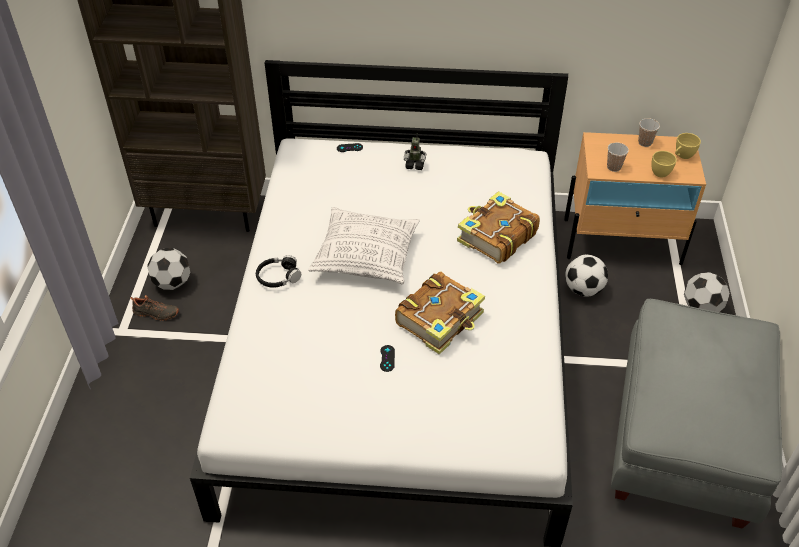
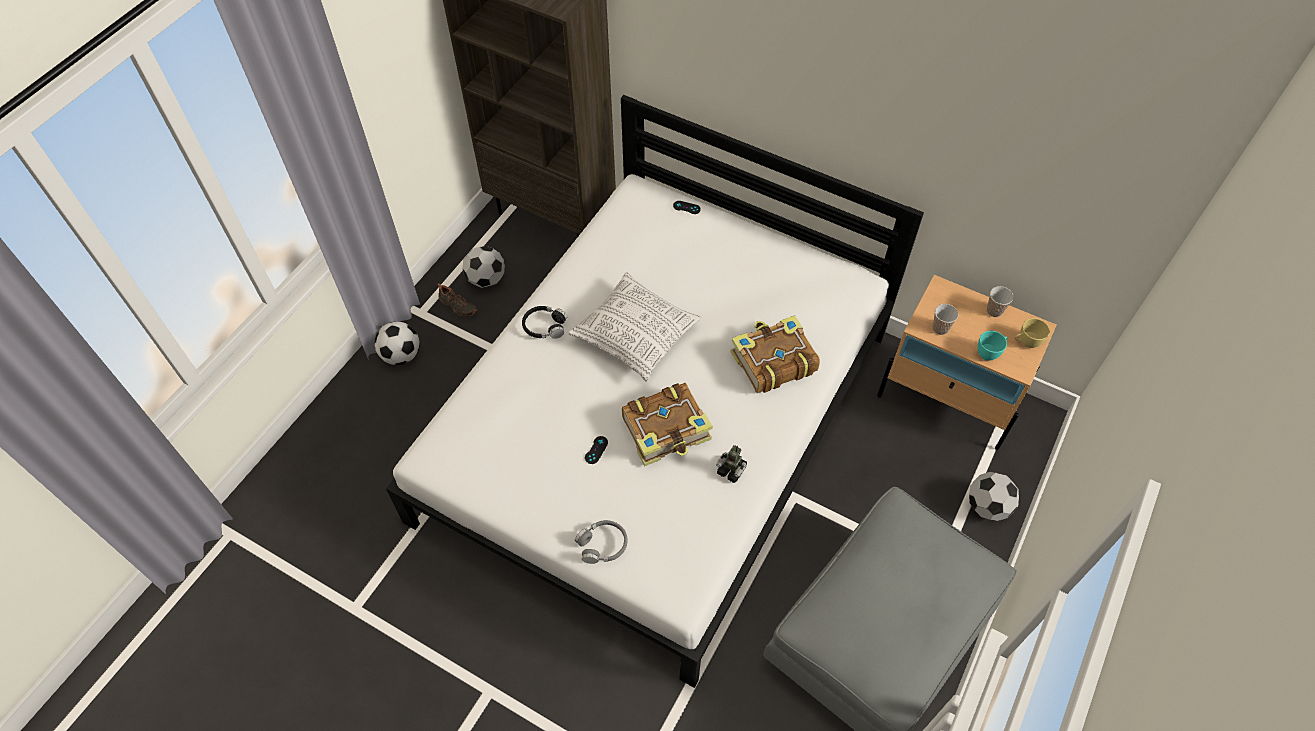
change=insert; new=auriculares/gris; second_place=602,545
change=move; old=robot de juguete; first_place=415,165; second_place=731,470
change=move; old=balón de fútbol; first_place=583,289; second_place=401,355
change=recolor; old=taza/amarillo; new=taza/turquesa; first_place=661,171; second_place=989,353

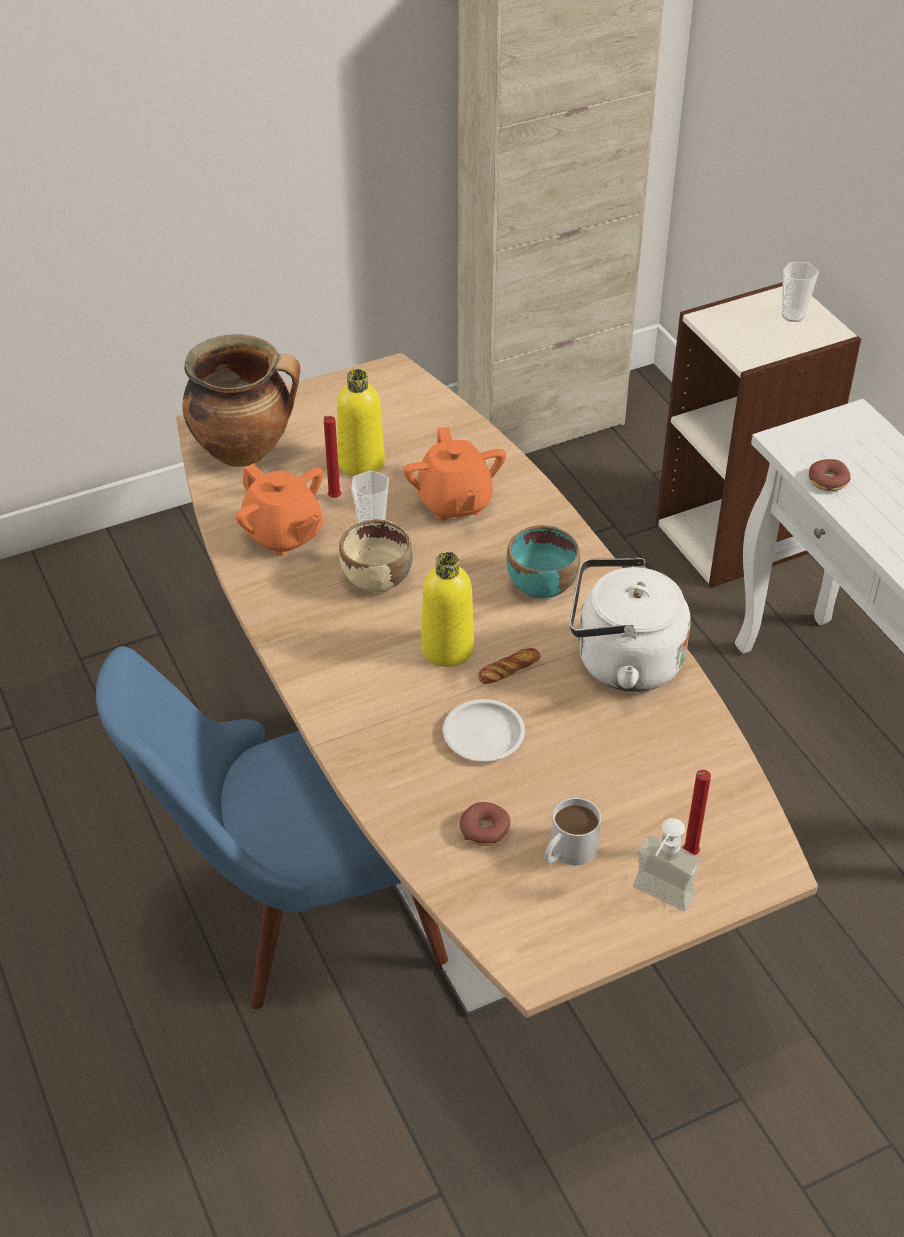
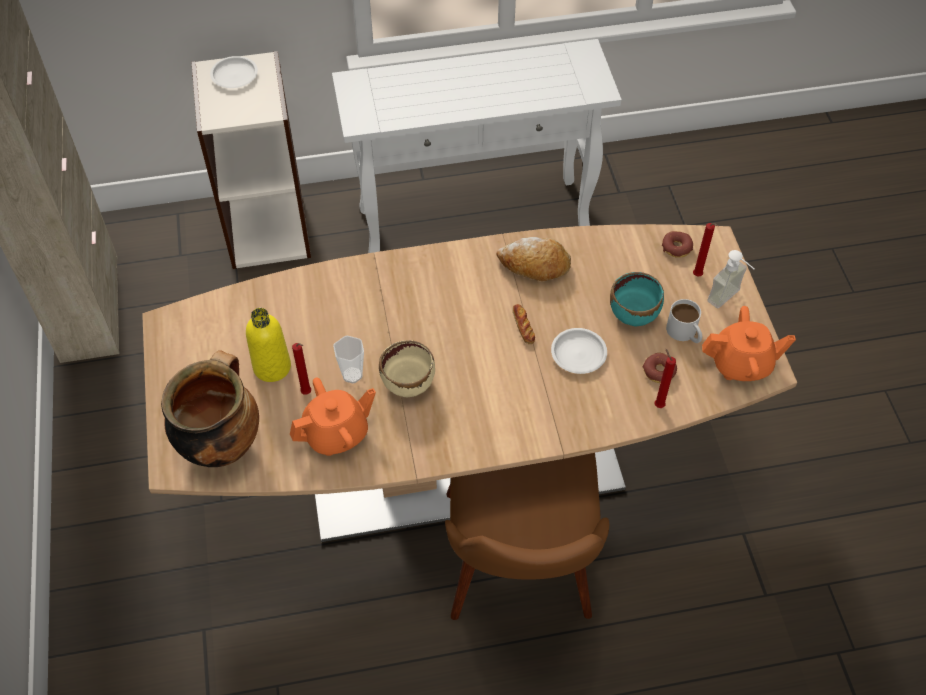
change=delete; old=botella/amarillo; first_place=447,649
change=insert; new=vela/rojo; second_place=658,404
change=move; old=tetera/naranja; first_place=454,503; second_place=741,364
change=move; old=cuenco/turquesa; first_place=541,585; second_place=634,314
change=move; old=rosquilla; first_place=828,481; second_place=676,248
change=replace; old=hervidor/blanco; new=pan; first_place=621,662; second_place=534,265
change=replace; old=taza; new=plato/blanco; first_place=793,316; second_place=234,75
change=recolor; old=silla/azul; new=silla/marrón; first_place=295,915; second_place=520,576

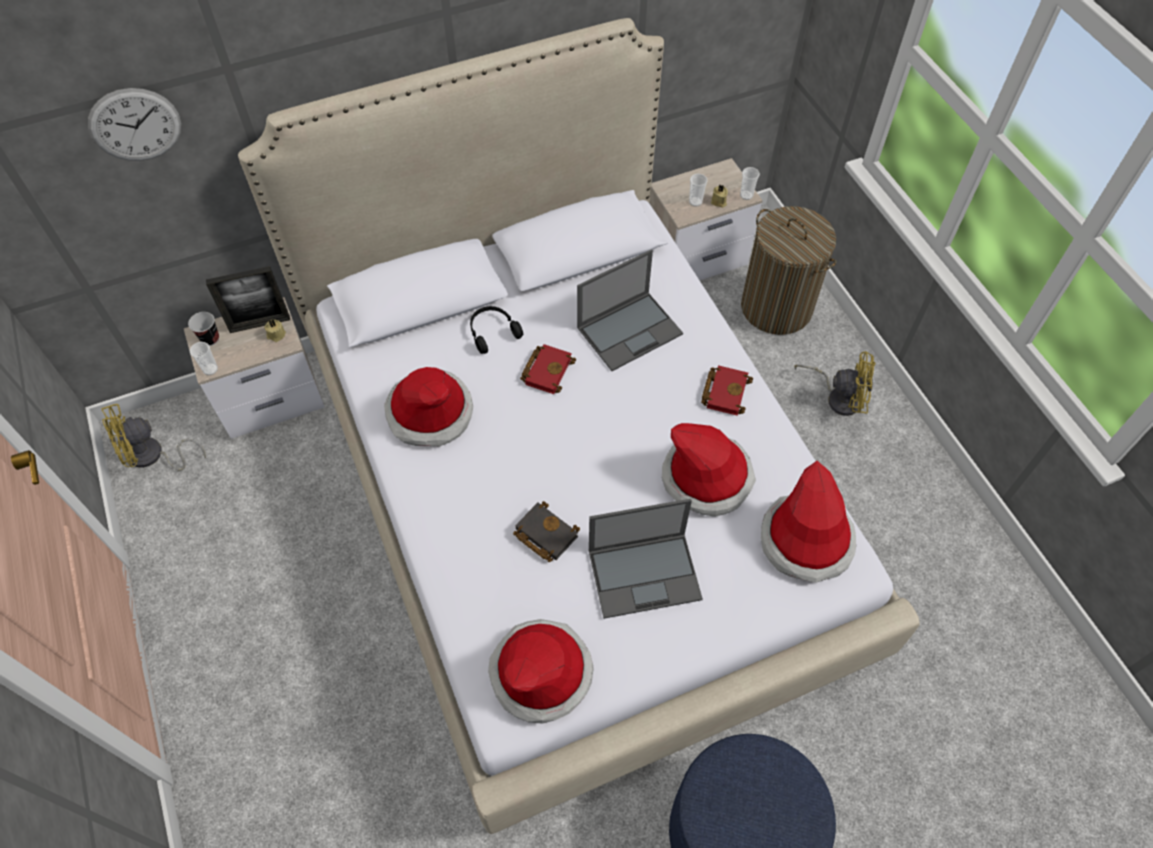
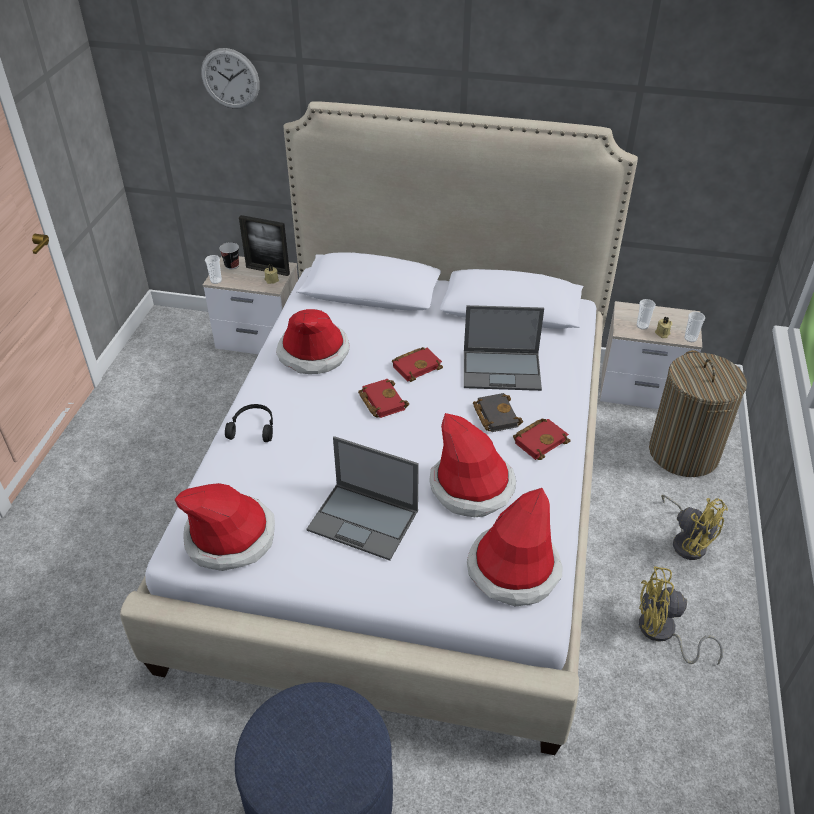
change=insert; new=libro/rojo; second_place=381,401
change=move; old=ventilador/amarillo; first_place=152,457; second_place=662,633
change=move; old=auriculares/negro; first_place=492,332; second_place=253,428
change=move; old=libro/negro; first_place=544,534; second_place=494,415

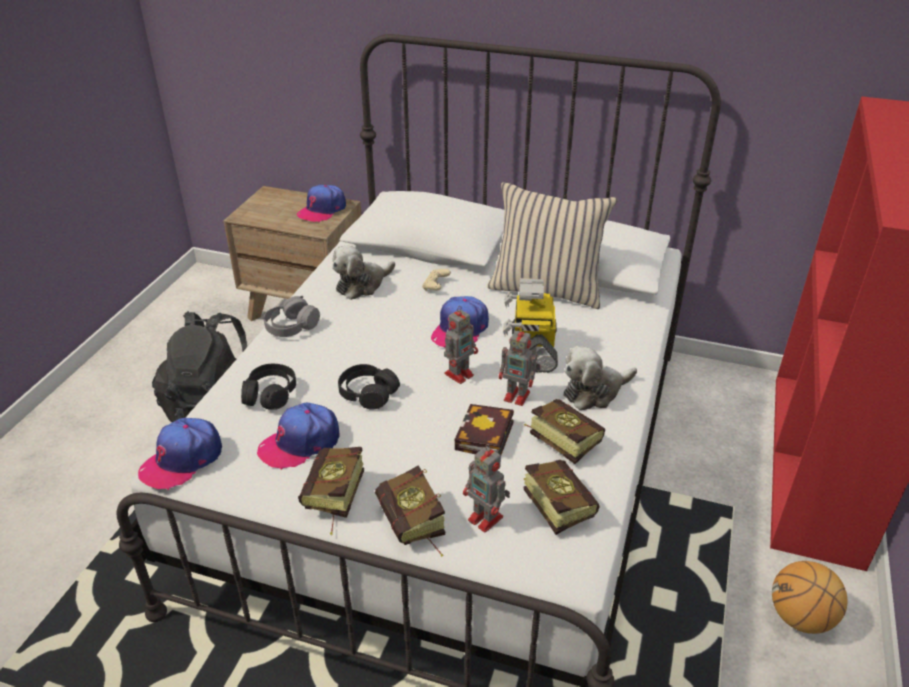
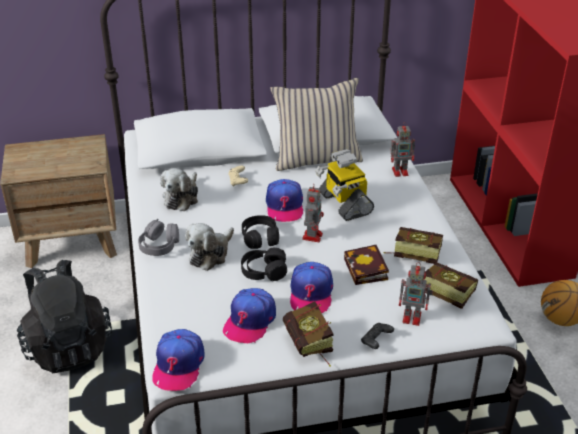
change=move; old=auriculares/negro; first_place=270,394; second_place=260,238
change=move; old=gorra; first_place=322,210; second_place=311,293
change=move; old=robot de juguete; first_place=518,396; second_place=401,171
change=move; old=peluche; first_place=594,391; second_place=210,254
change=replace; old=libro; new=mando de consola/negro; first_place=414,528; second_place=376,341

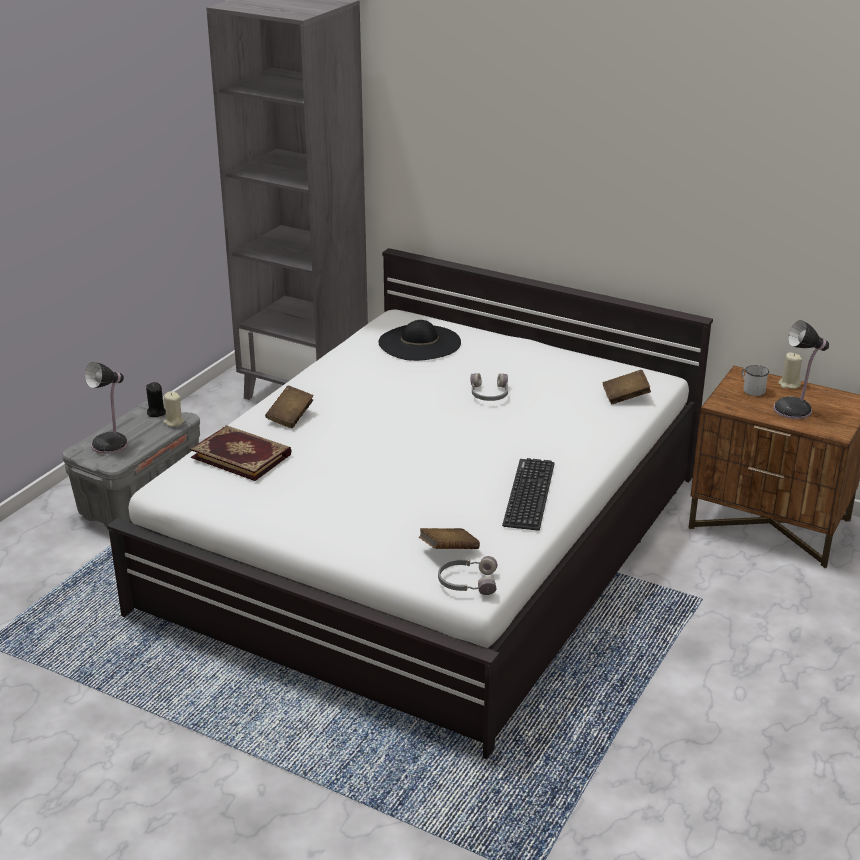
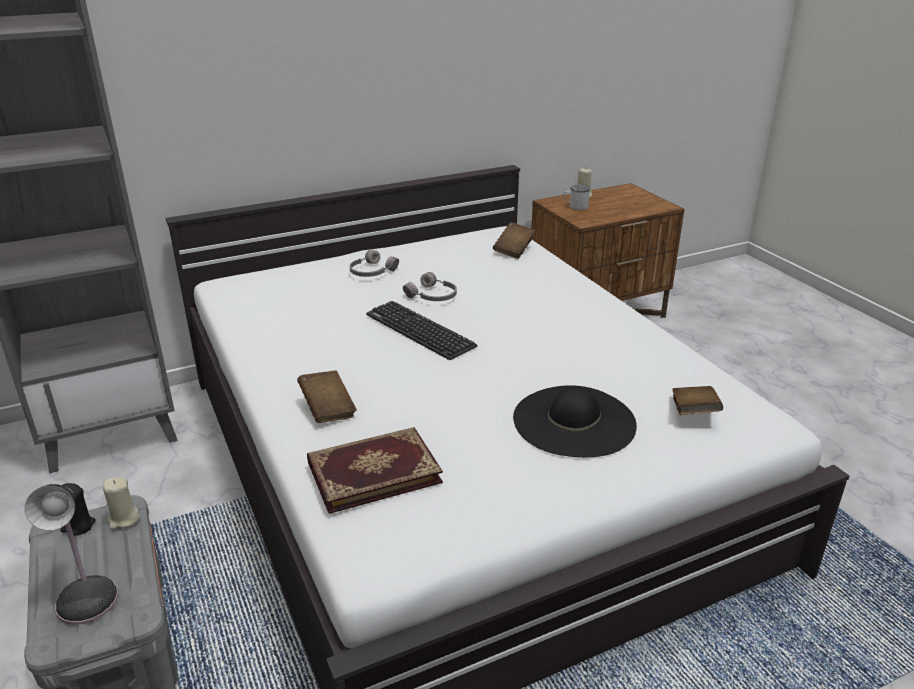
change=delete; old=lámpara de mesa; first_place=795,409
change=move; old=sombrero/negro; first_place=419,343; second_place=574,421
change=move; old=auriculares/gris; first_place=467,582; second_place=371,272
change=move; old=teclado; first_place=529,494; second_place=419,331

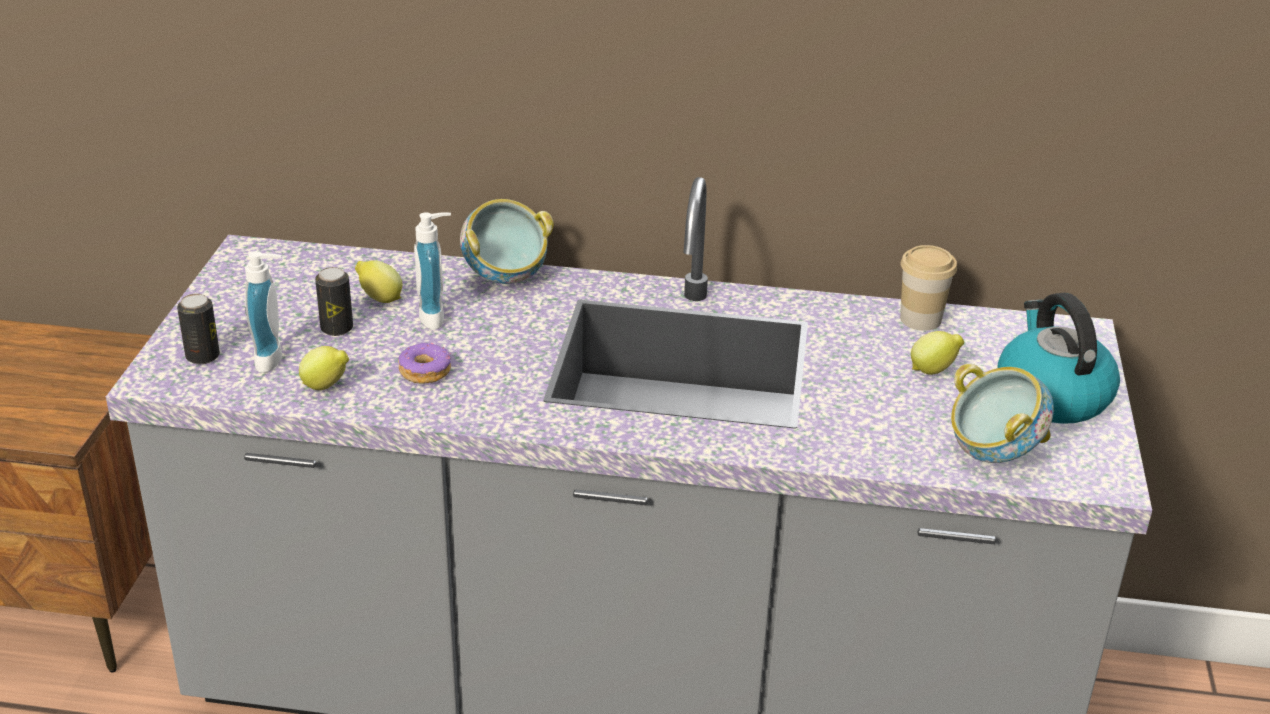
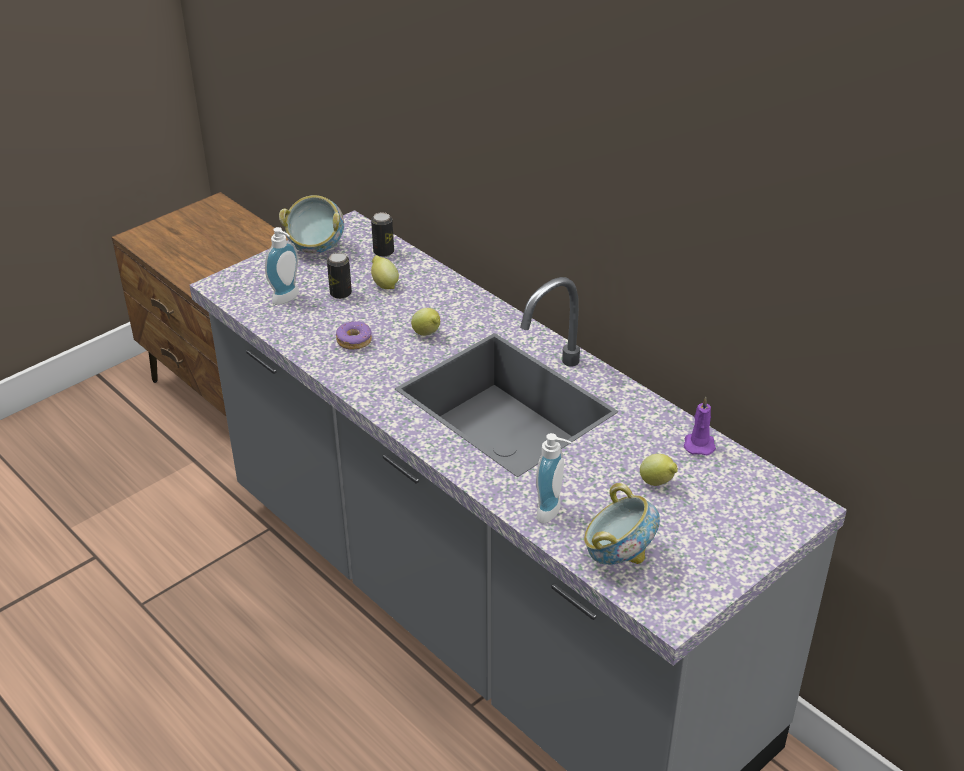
change=delete; old=hervidor; first_place=1051,395
change=move; old=lata; first_place=202,356; second_place=383,252
change=move; old=limón; first_place=326,386; second_place=427,334
change=move; old=dispensador de jabón; first_place=437,317; second_place=553,512
change=move; old=cuenco; first_place=505,278; second_place=315,249
change=replace; old=taza; new=vela/morado; first_place=920,319; second_place=699,444

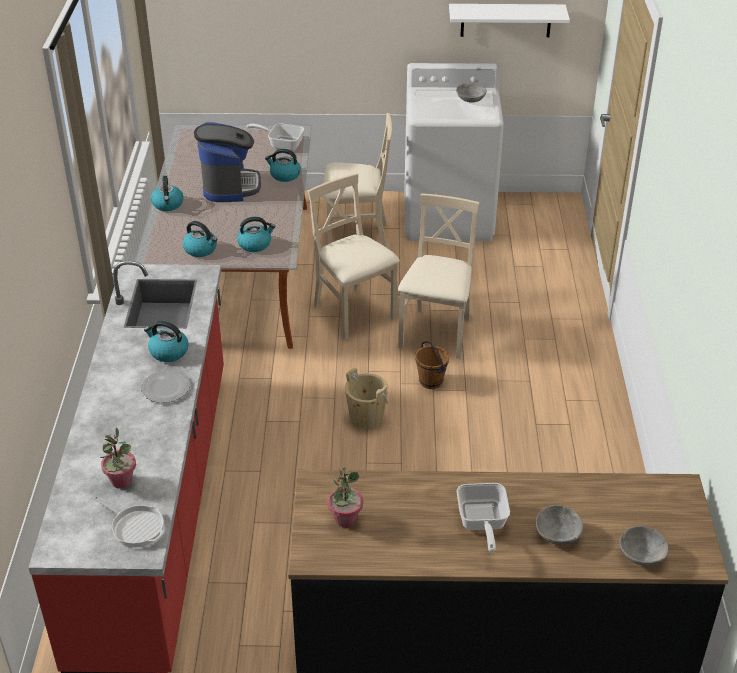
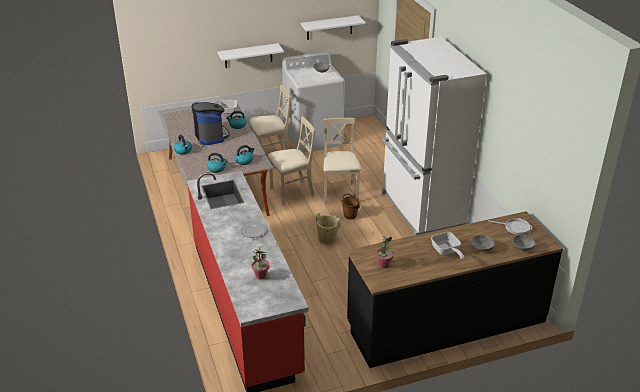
change=delete; old=hervidor; first_place=168,352
change=insert; new=estante/blanco; second_place=248,56
change=insert; new=nevera/blanco; second_place=420,210
change=move; old=sartén; first_place=135,526; second_place=515,227
change=rotate; old=silla/beis; first_place=354,313; second_place=291,192; degrees=120

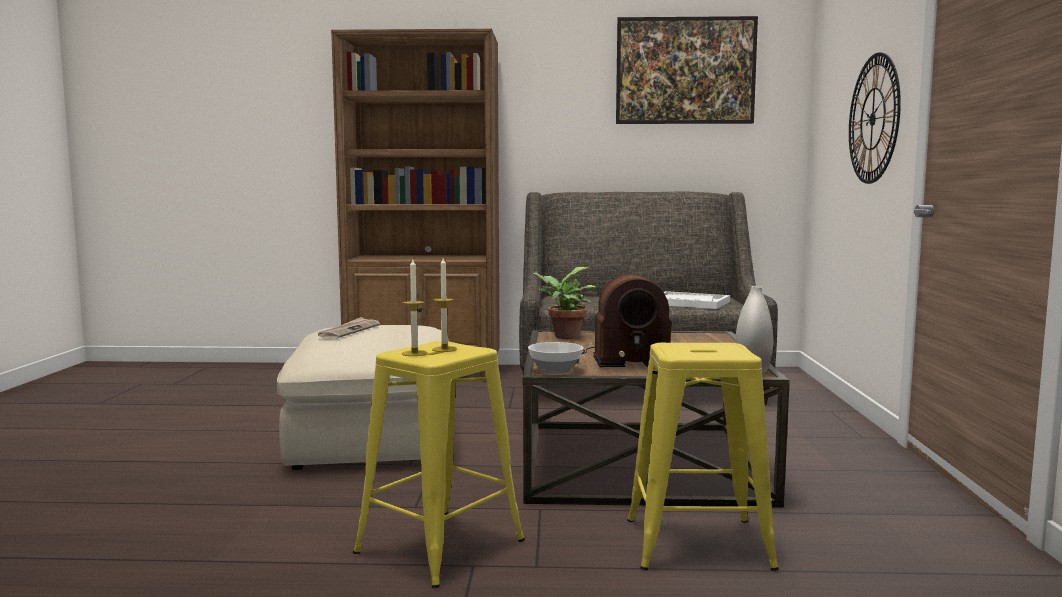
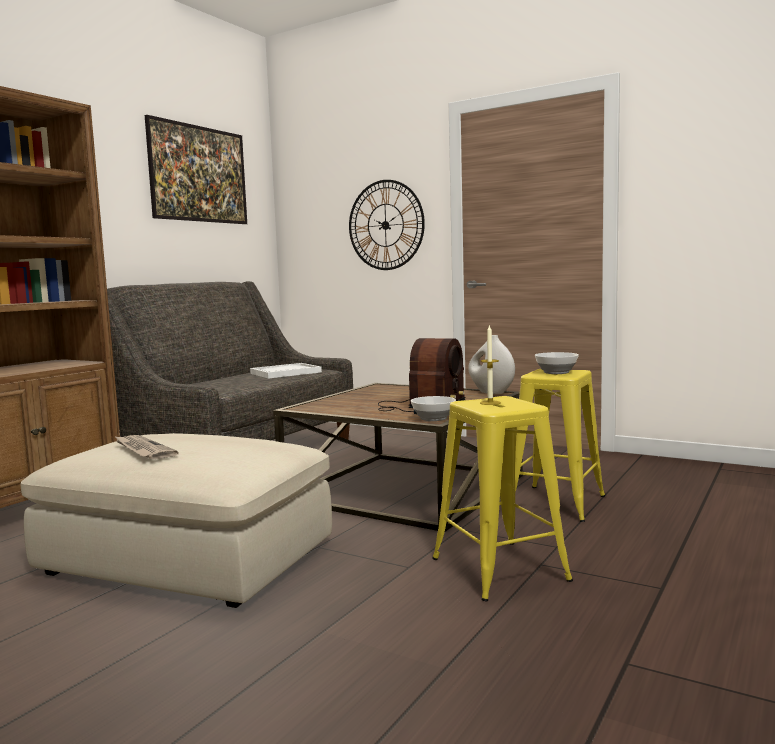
change=delete; old=vela; first_place=414,353
change=delete; old=planta en maceta; first_place=563,337
change=insert; new=cuenco; second_place=556,372

